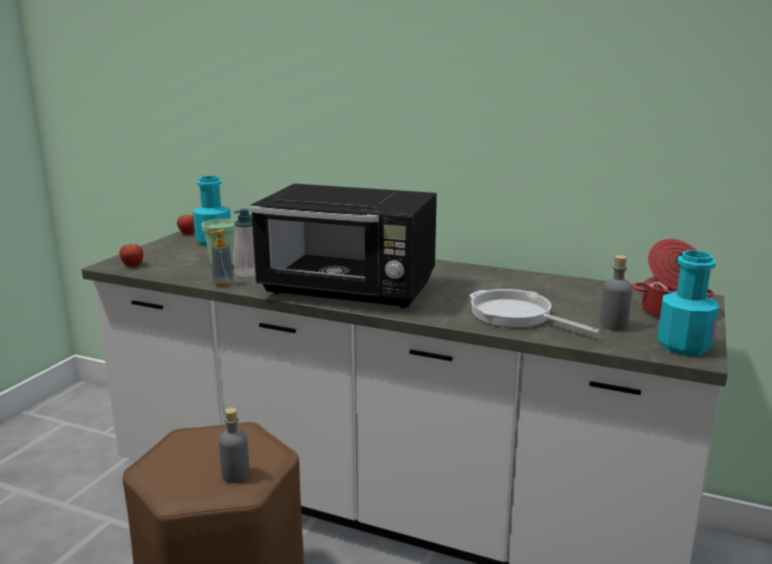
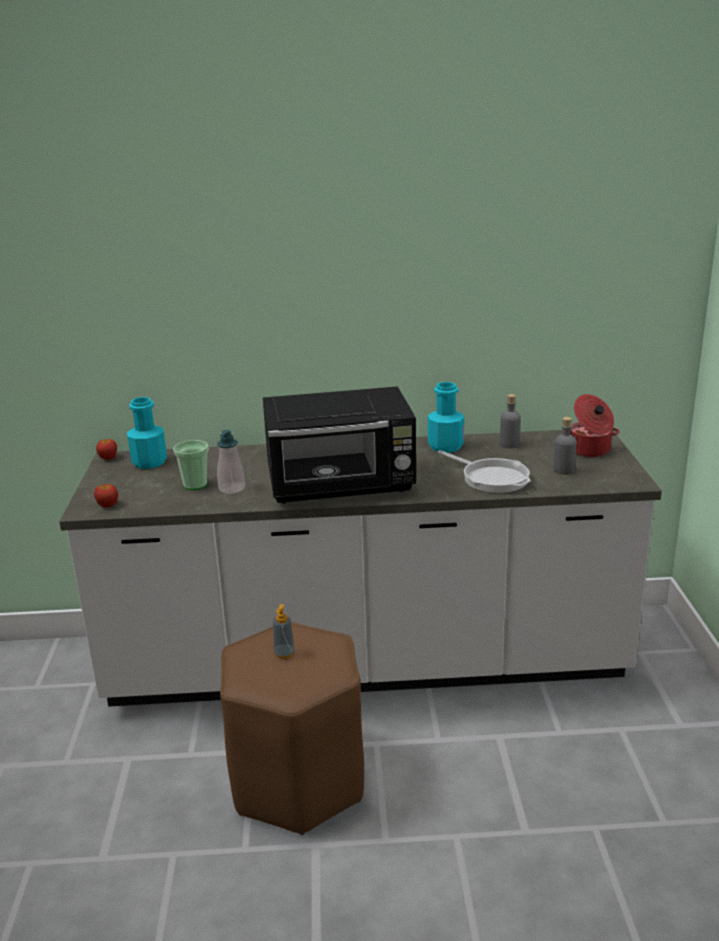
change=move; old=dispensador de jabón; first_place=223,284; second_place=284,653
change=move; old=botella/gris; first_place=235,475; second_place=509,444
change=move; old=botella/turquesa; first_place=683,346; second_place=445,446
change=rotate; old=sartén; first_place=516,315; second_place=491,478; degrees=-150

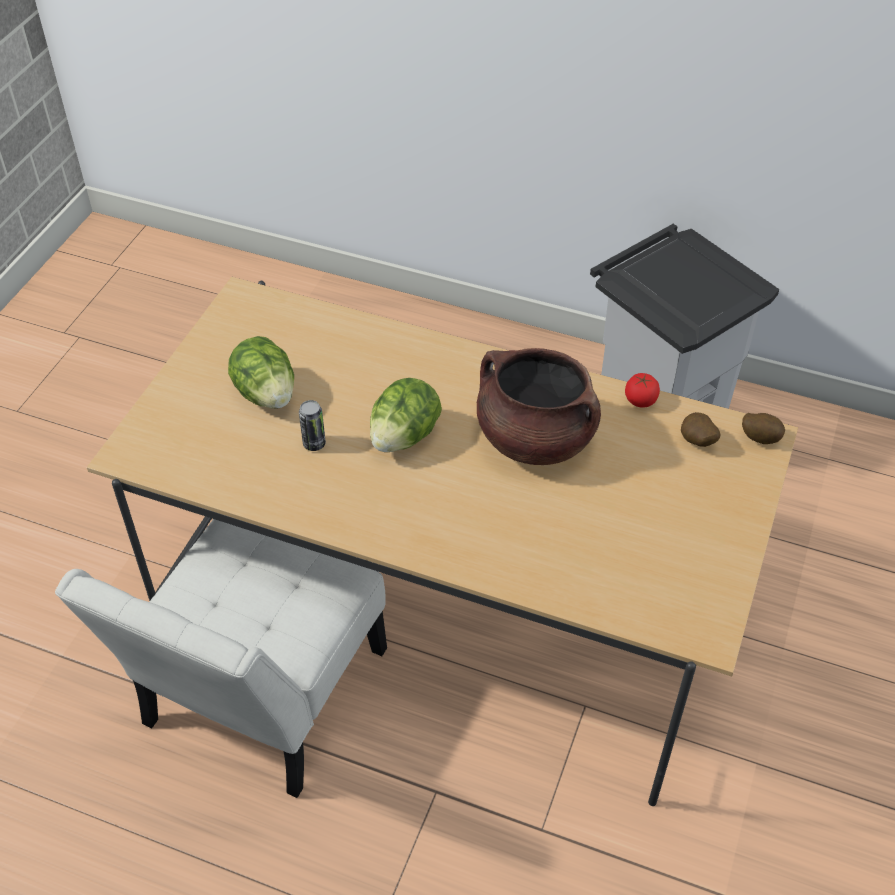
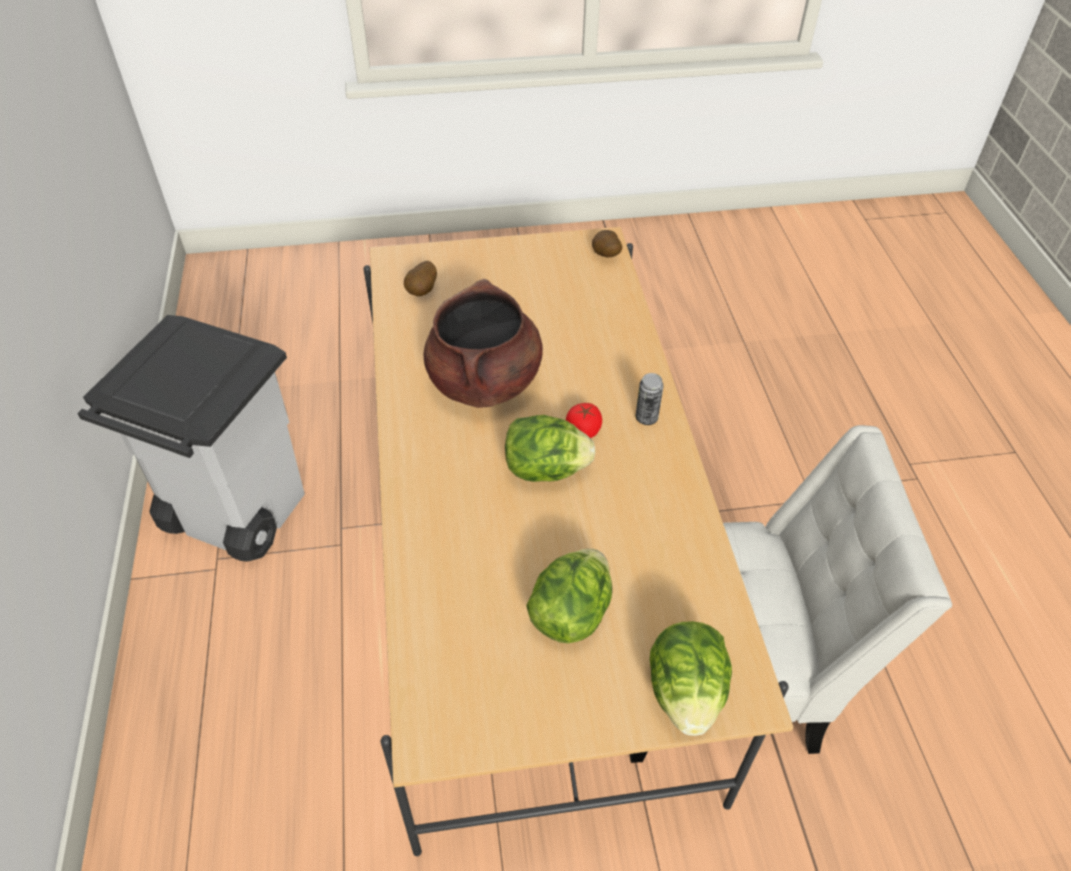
change=insert; new=lechuga; second_place=685,692
change=move; old=lata; first_place=314,444; second_place=646,418
change=move; old=tomate; first_place=640,400; second_place=583,431
change=move; old=patata; first_place=759,438; second_place=605,256

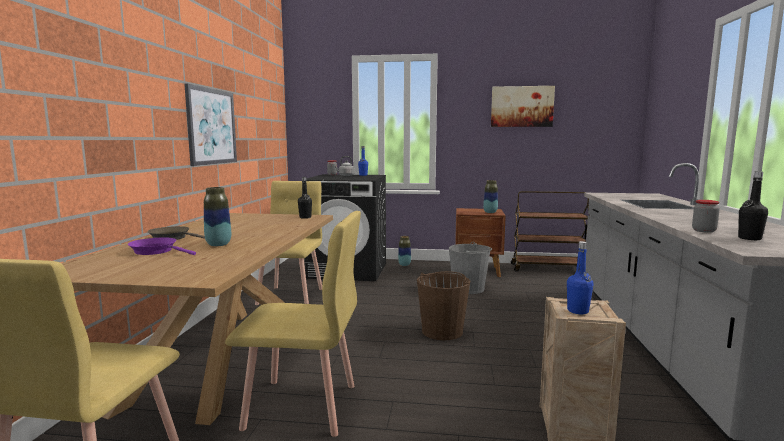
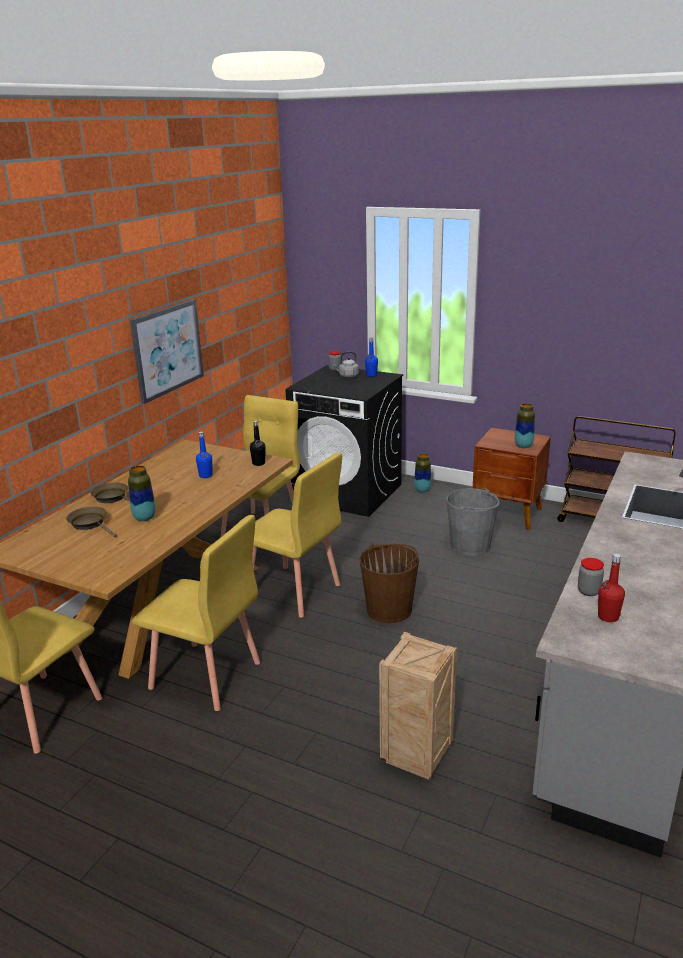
change=delete; old=cuadro; first_place=522,106
change=insert; new=silla/amarillo; second_place=293,591
change=move; old=botella/azul; first_place=577,311; second_place=205,475
change=recolor; old=sartén/morado; new=sartén/marrón; first_place=157,251; second_place=90,524
change=recolor; old=botella/negro; new=botella/rojo; first_place=749,238; second_place=608,617

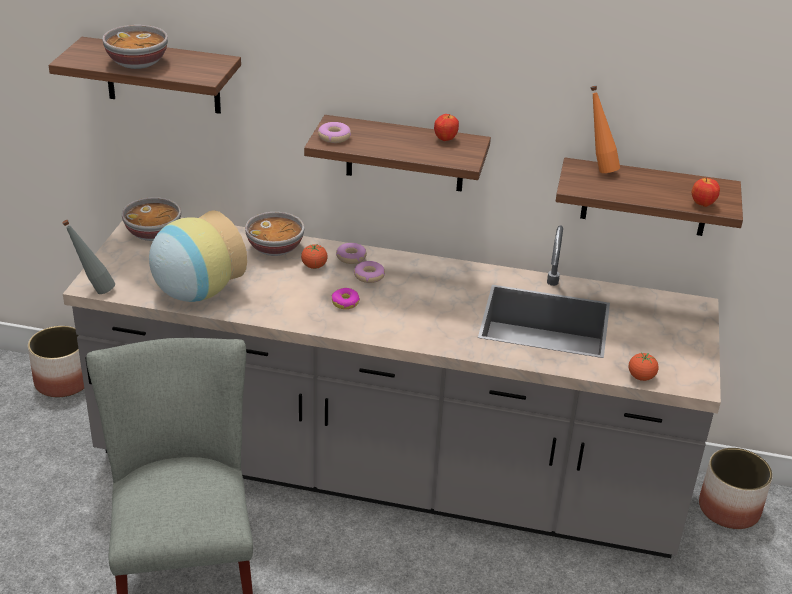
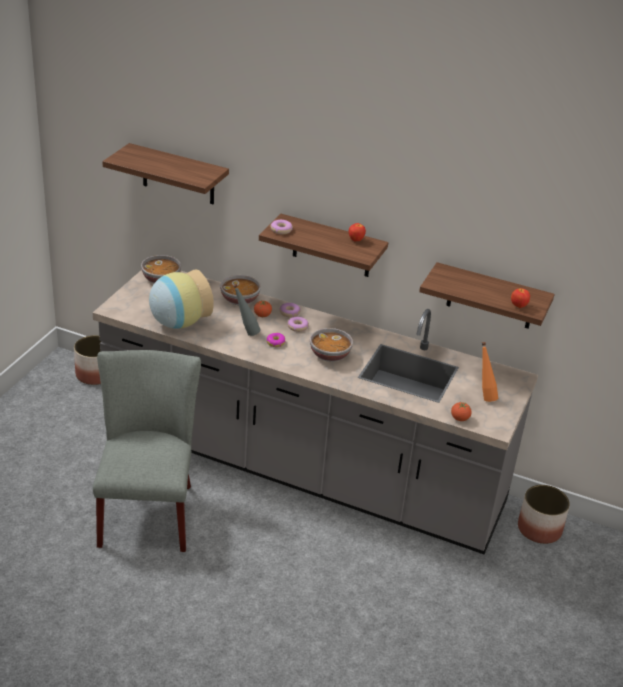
change=move; old=botella/gris; first_place=94,290; second_place=246,332
change=move; old=cuenco; first_place=137,63; second_place=330,355
change=move; old=botella/naranja; first_place=598,168; second_place=484,396

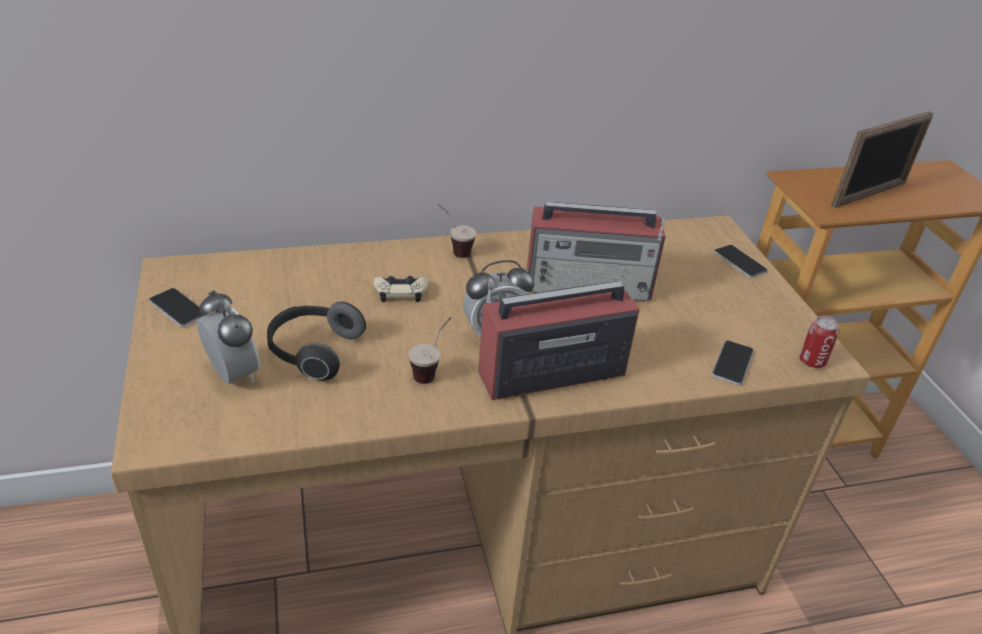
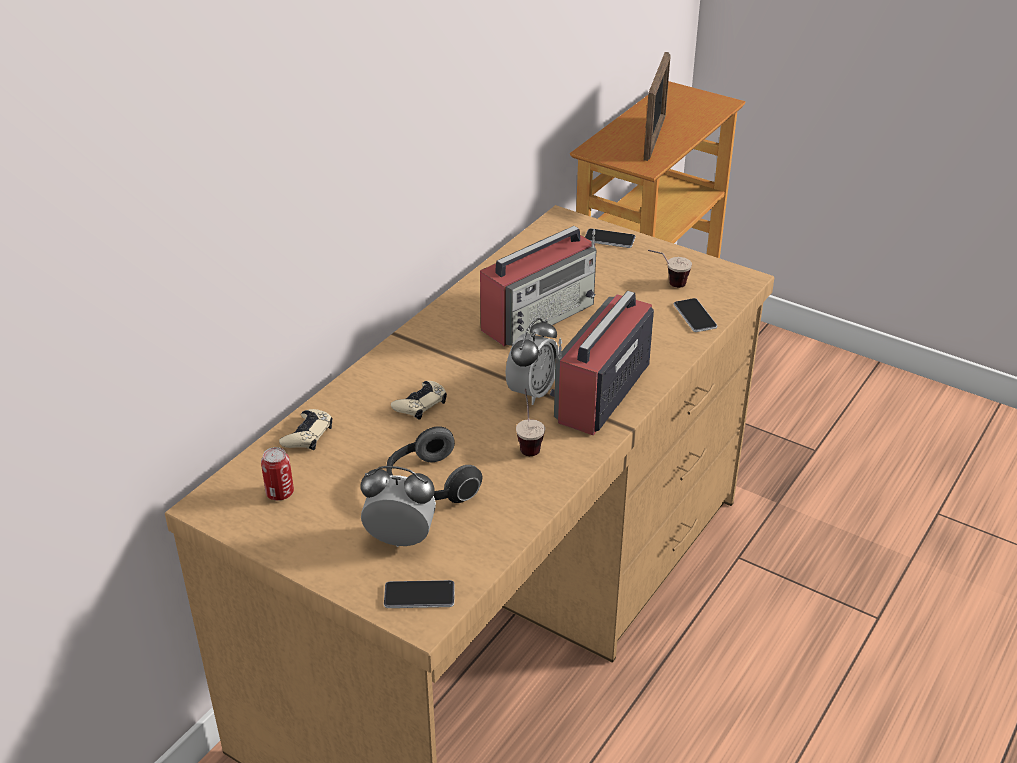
change=insert; new=mando de consola/beis; second_place=307,435
change=move; old=móvil; first_place=177,308; second_place=419,595
change=move; old=taza; first_place=454,249; second_place=667,284
change=move; old=lata; first_place=812,361; second_place=280,493

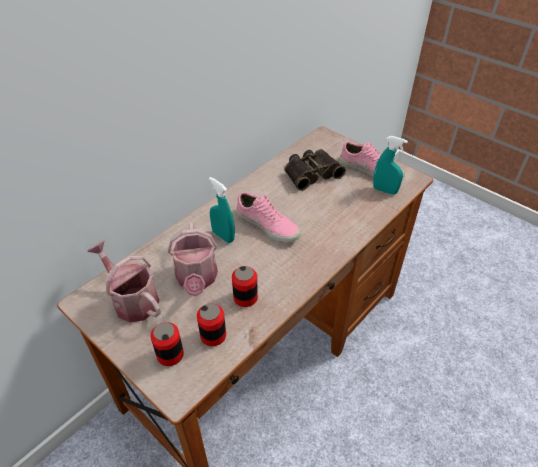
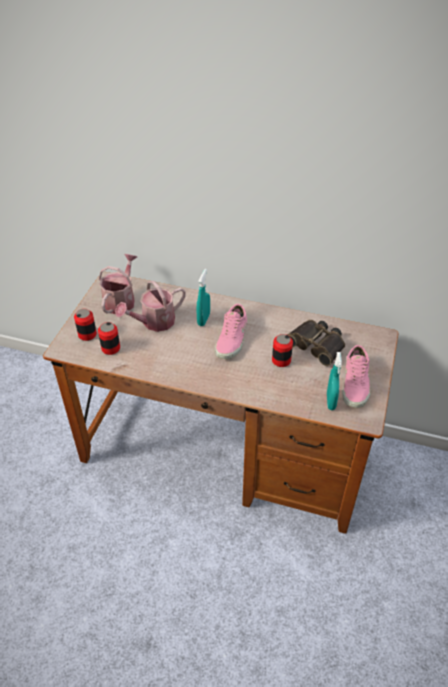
change=move; old=lata; first_place=245,298; second_place=281,360

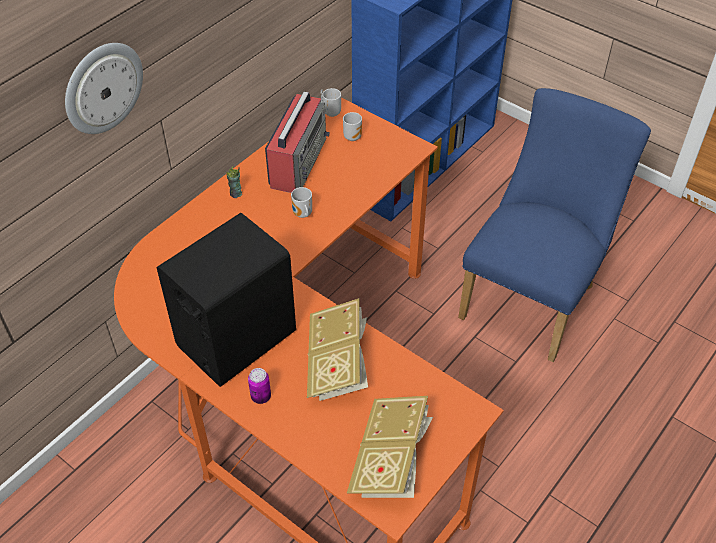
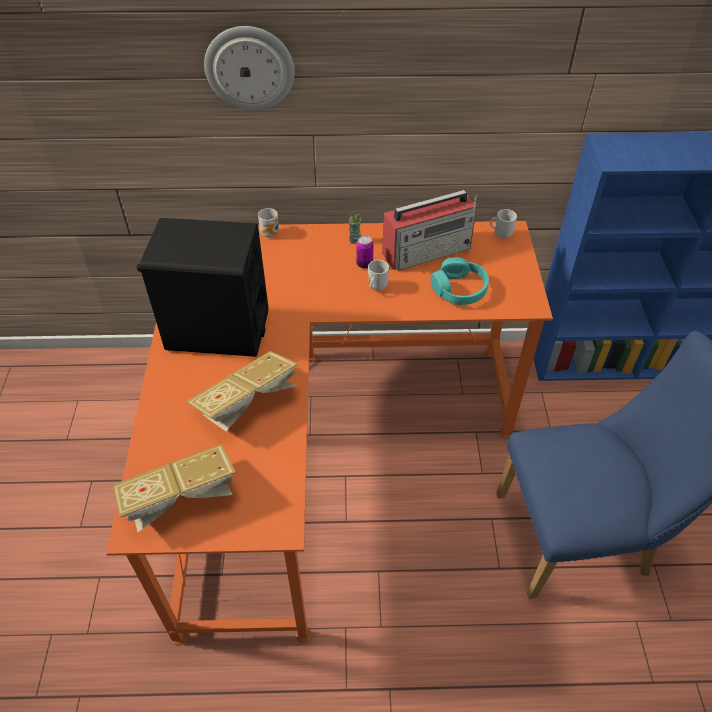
change=insert; new=auriculares/turquesa; second_place=459,289
change=move; old=lata; first_place=261,396; second_place=364,264
change=move; old=taza grande; first_place=353,136; second_place=271,233

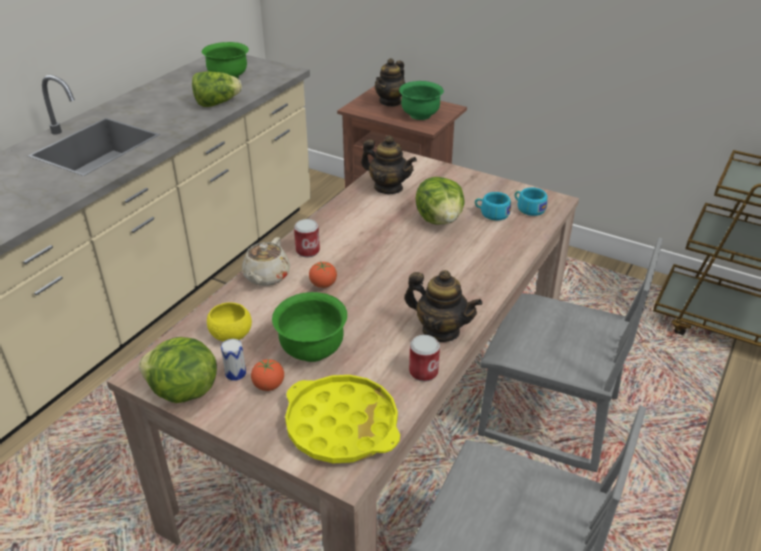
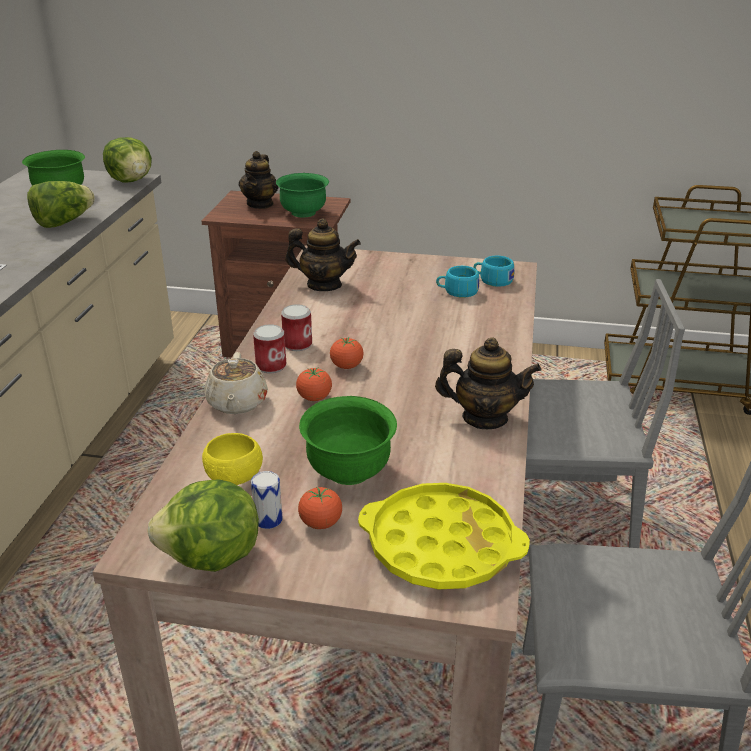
change=insert; new=tomate; second_place=346,366
change=move; old=lata; first_place=423,372; second_place=297,344
change=move; old=lechuga; first_place=440,220; second_place=131,180

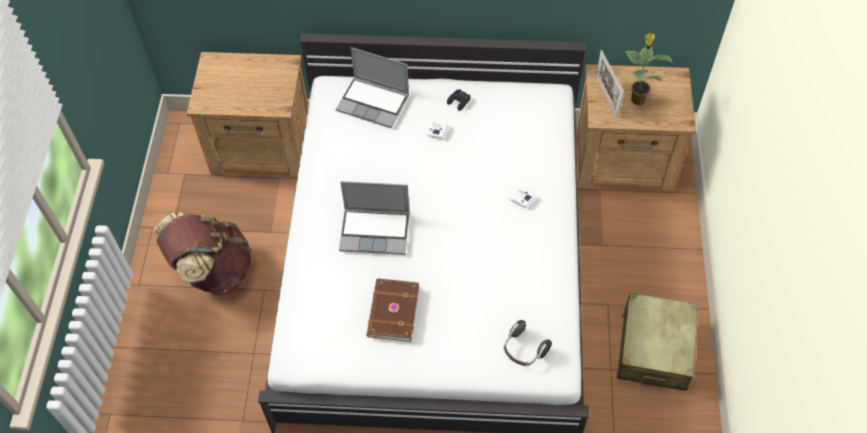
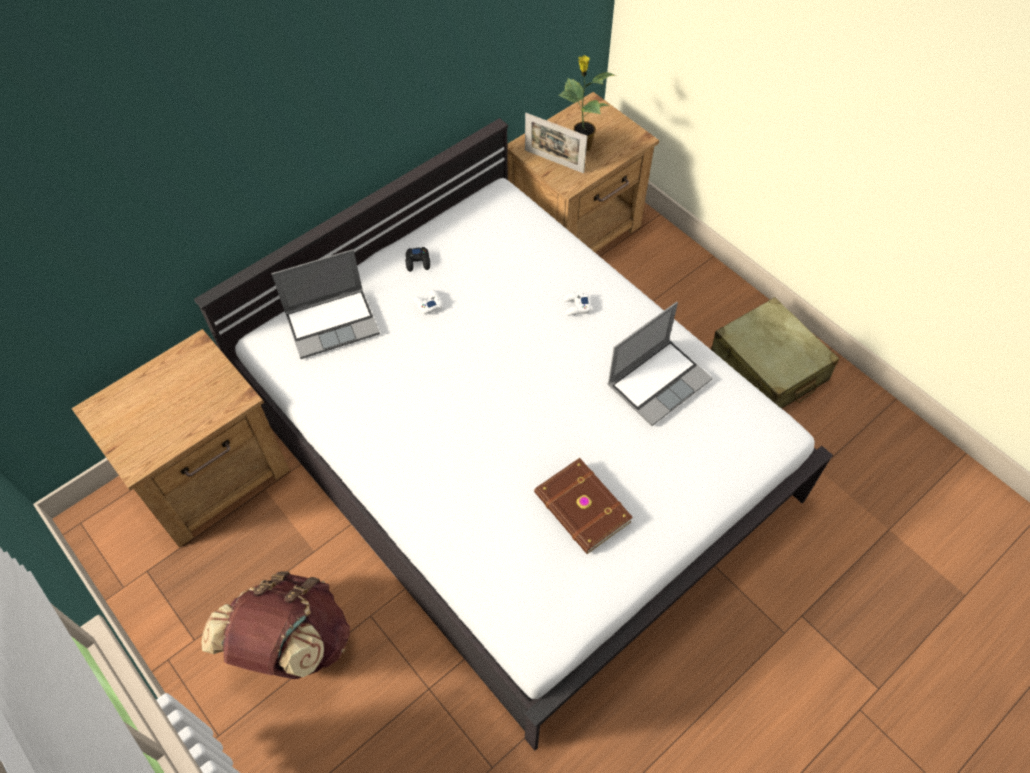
change=delete; old=auriculares; first_place=524,350
change=move; old=portátil; first_place=376,231; second_place=658,381

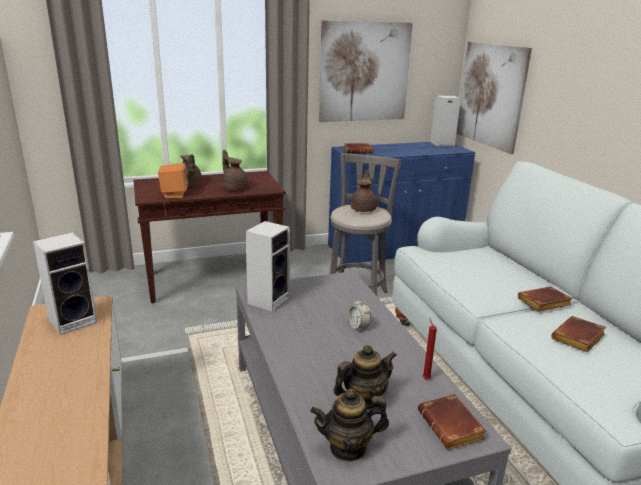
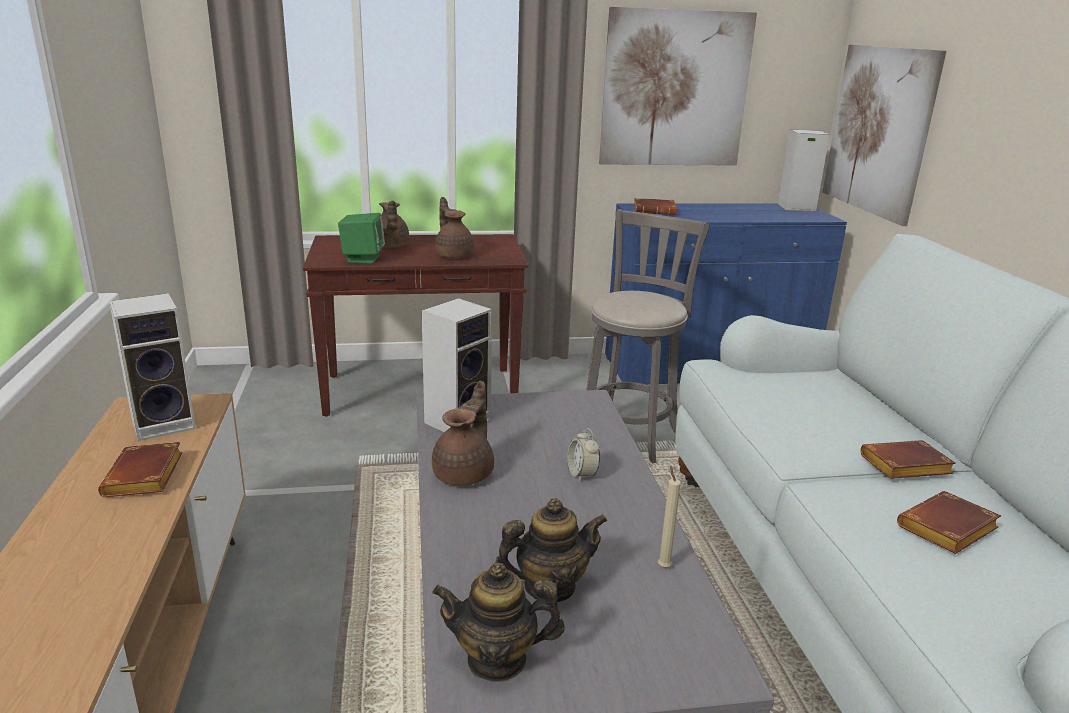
change=move; old=tetera/marrón; first_place=364,209; second_place=465,473
change=move; old=libro/marrón; first_place=452,427; second_place=146,477
change=recolor; old=altavoz/naranja; new=altavoz/verde; first_place=174,194; second_place=363,258
change=recolor; old=vela/rojo; new=vela/beis; first_place=425,378; second_place=663,566

